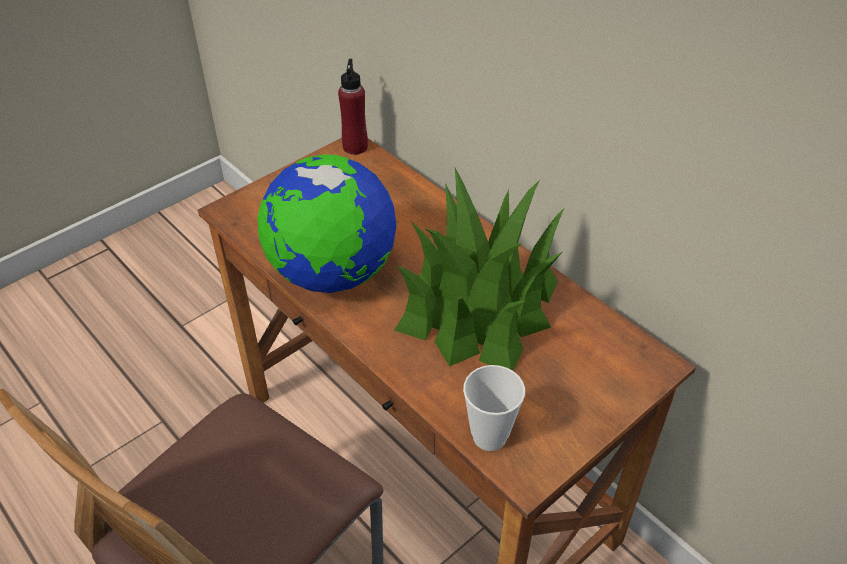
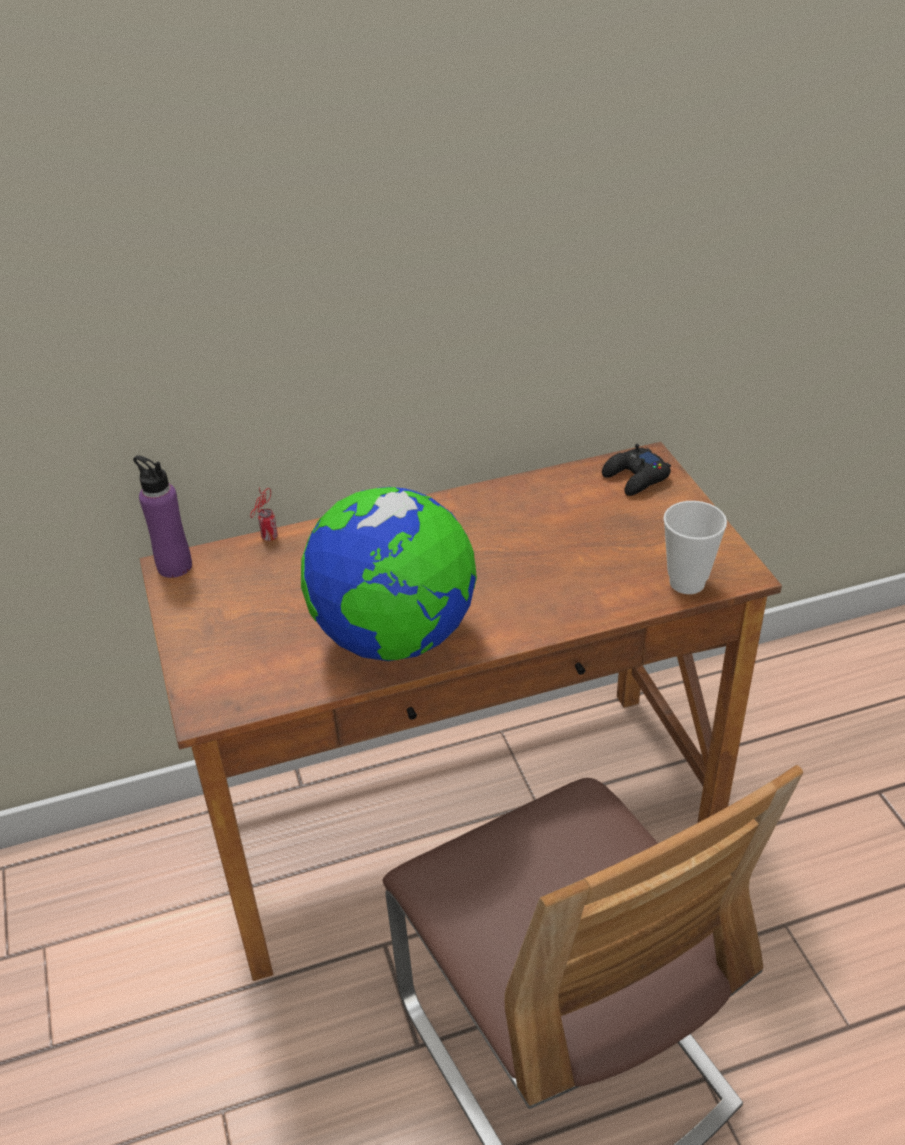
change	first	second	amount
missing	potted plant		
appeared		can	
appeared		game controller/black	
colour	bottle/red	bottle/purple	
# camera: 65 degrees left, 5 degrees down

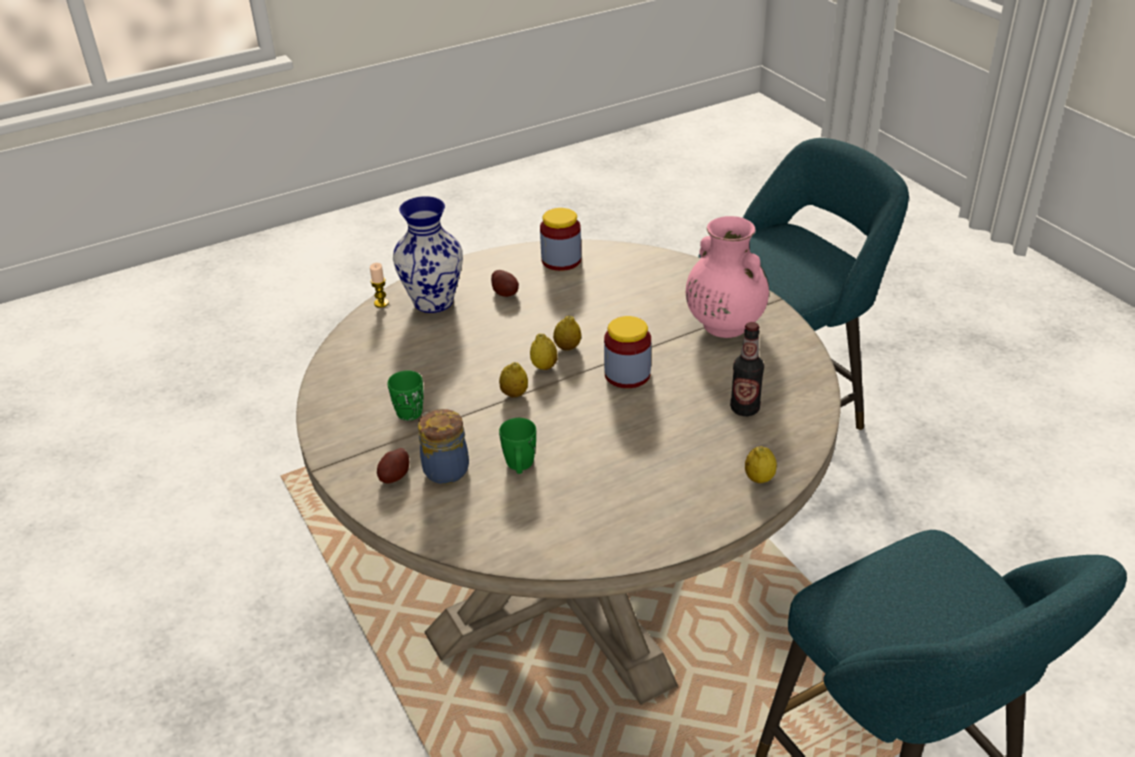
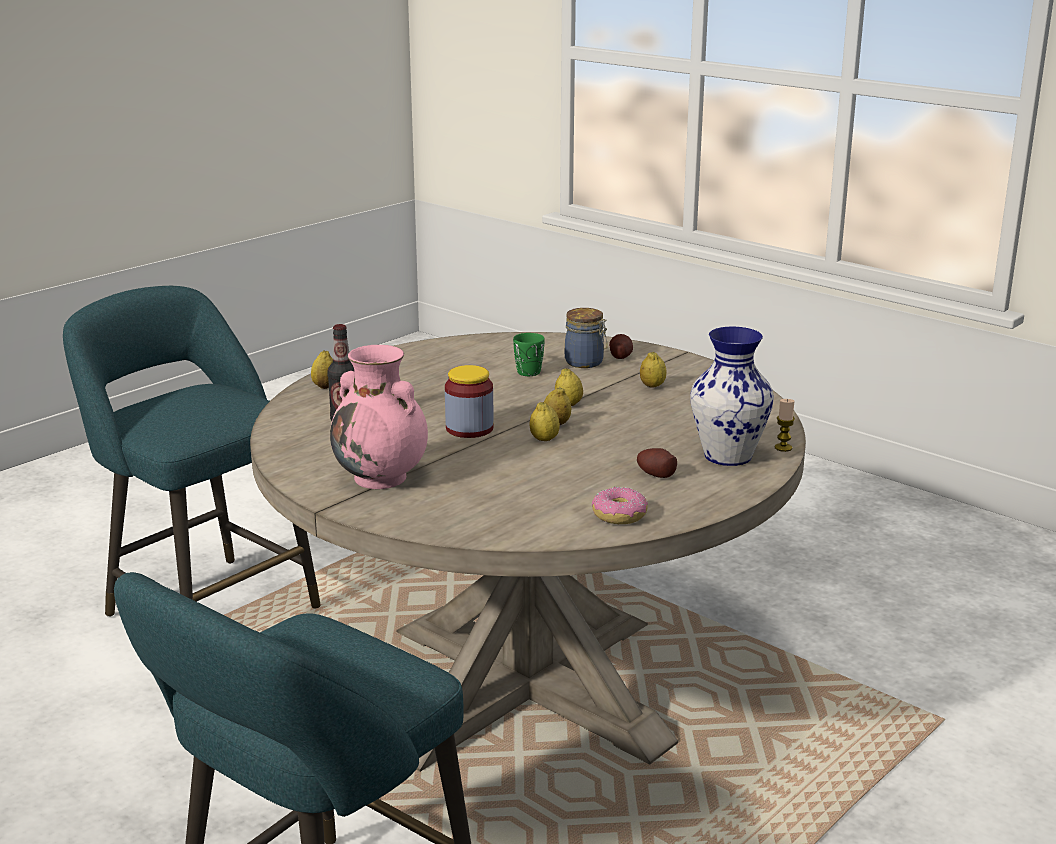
change	first	second	amount
exchanged	mug/green (no. 1 from left)	lemon (no. 5 from left)	
exchanged	jar (no. 2 from left)	donut	
# camera: 160 degrees right, 15 degrees down

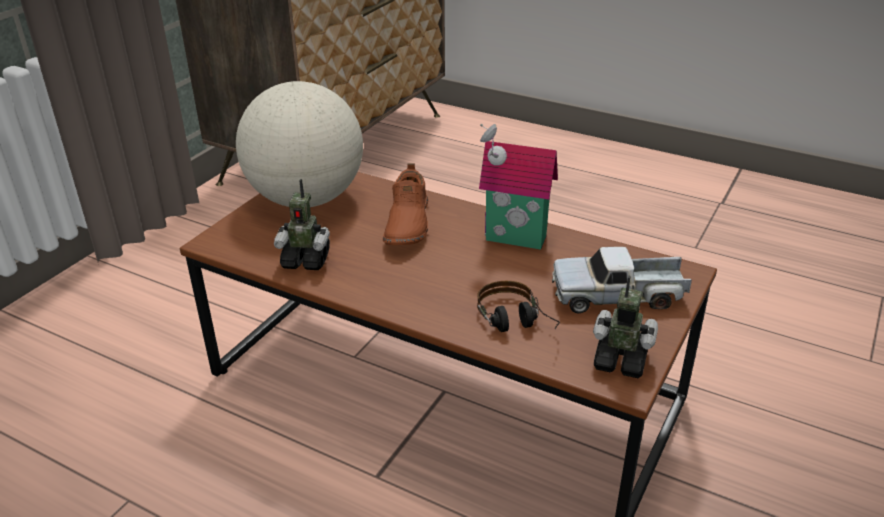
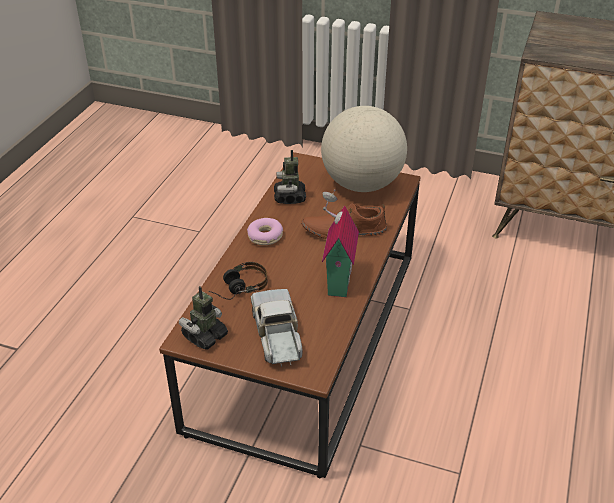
change	first	second	amount
appeared		donut	
spun	toy robot (no. 2 from left in the first image)	toy robot (no. 1 from left)	150 degrees counterclockwise
# camera: 80 degrees right, 5 degrees up

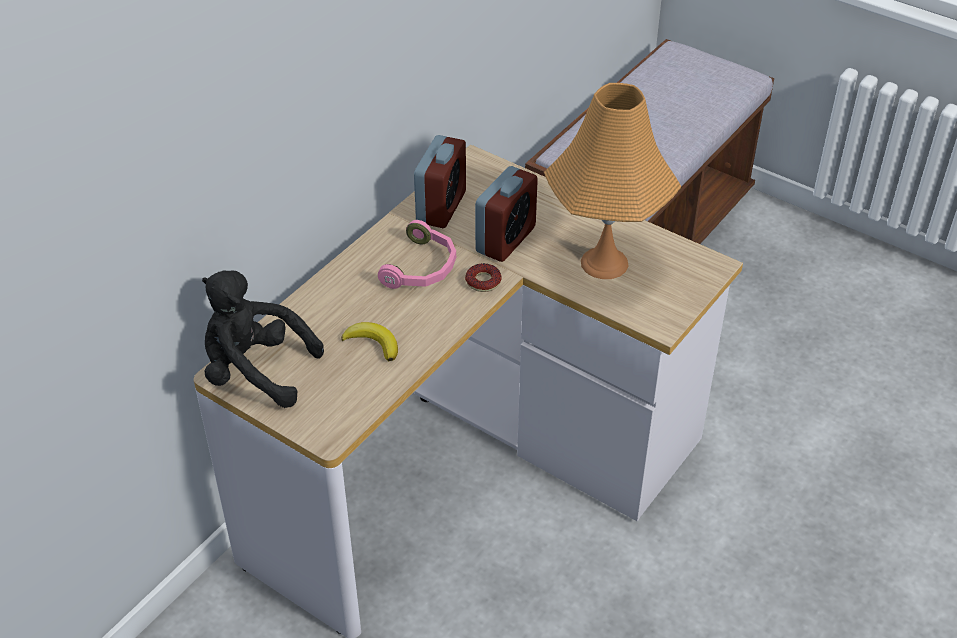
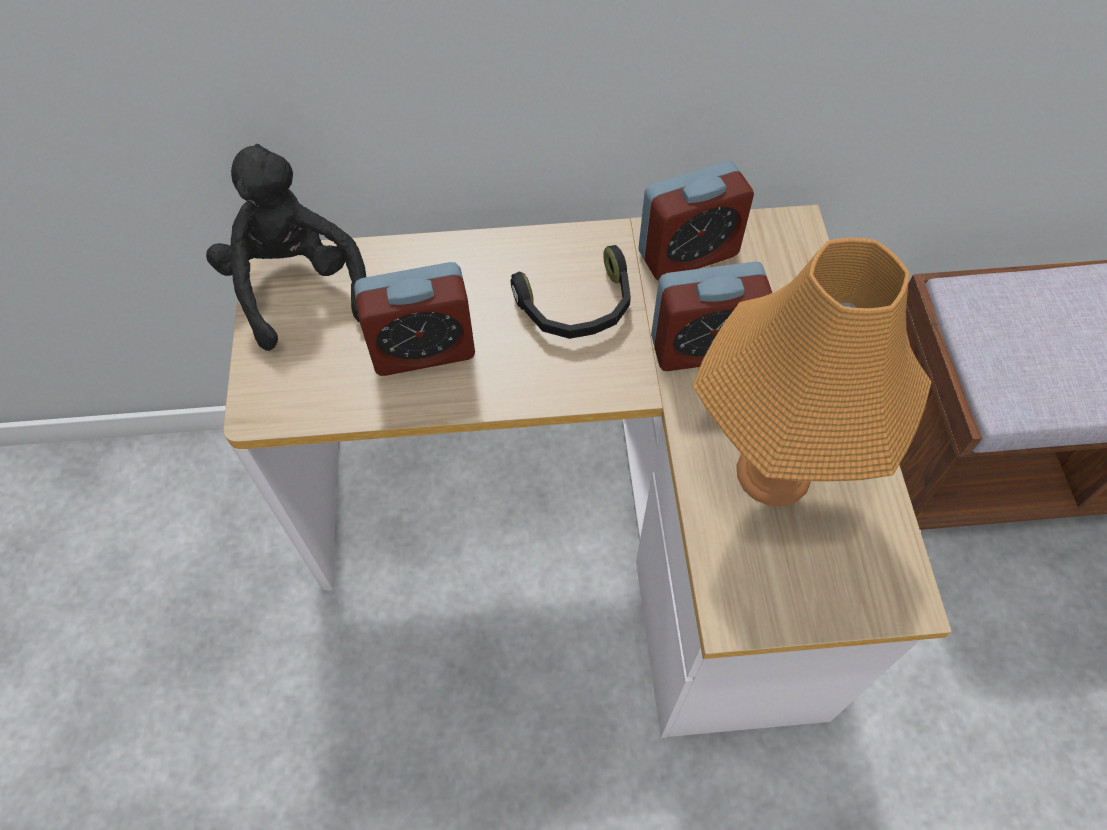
change	first	second	amount
missing	donut		
exchanged	banana	alarm clock (no. 1 from left)	
colour	headphones/pink	headphones/black	
# camera: 50 degrees right, 15 degrees up

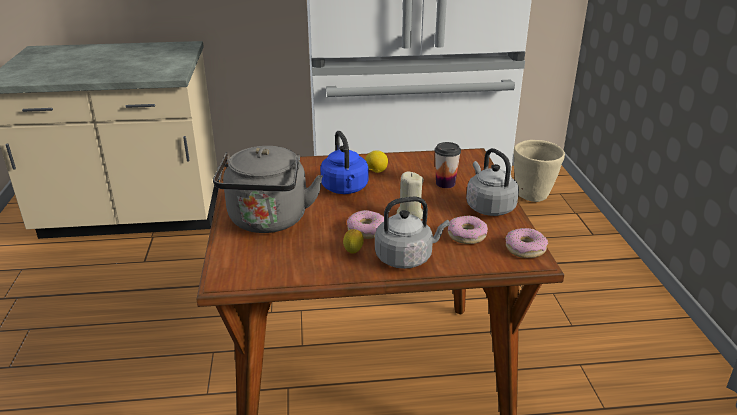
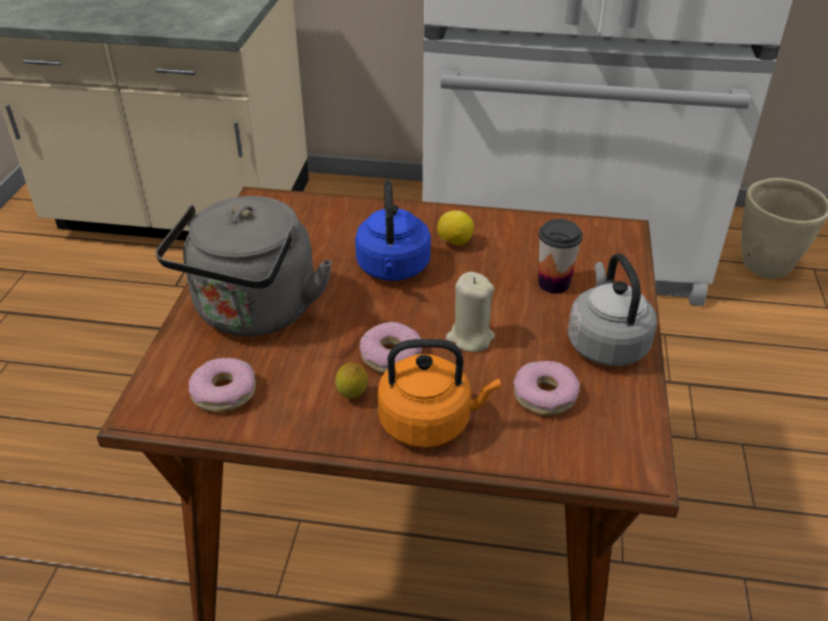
change	first	second	amount
relocated	donut (no. 3 from left in the first image)	donut (no. 1 from left)	
colour	kettle/grey (no. 2 from left)	kettle/orange	
# camera: 15 degrees right, 10 degrees up

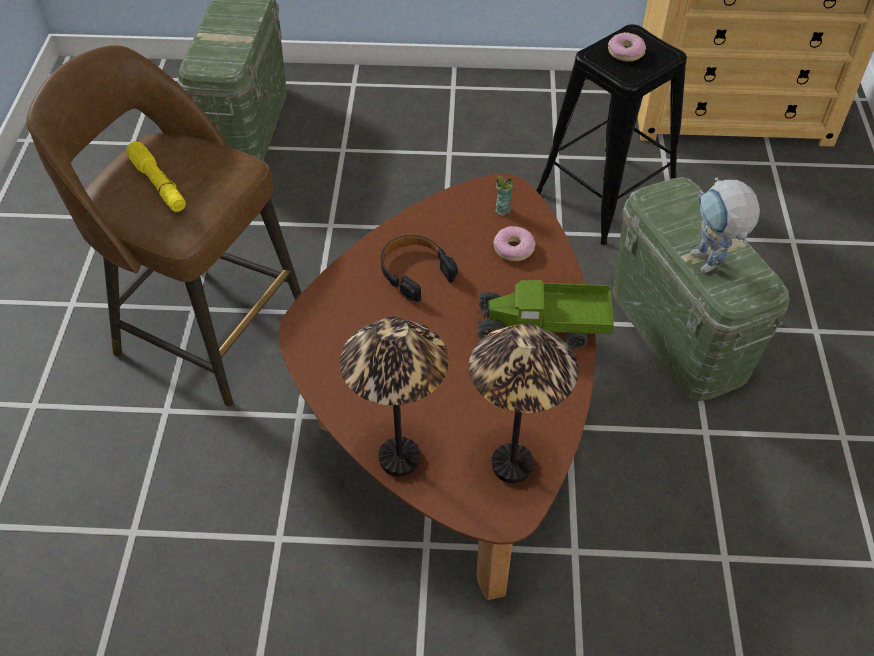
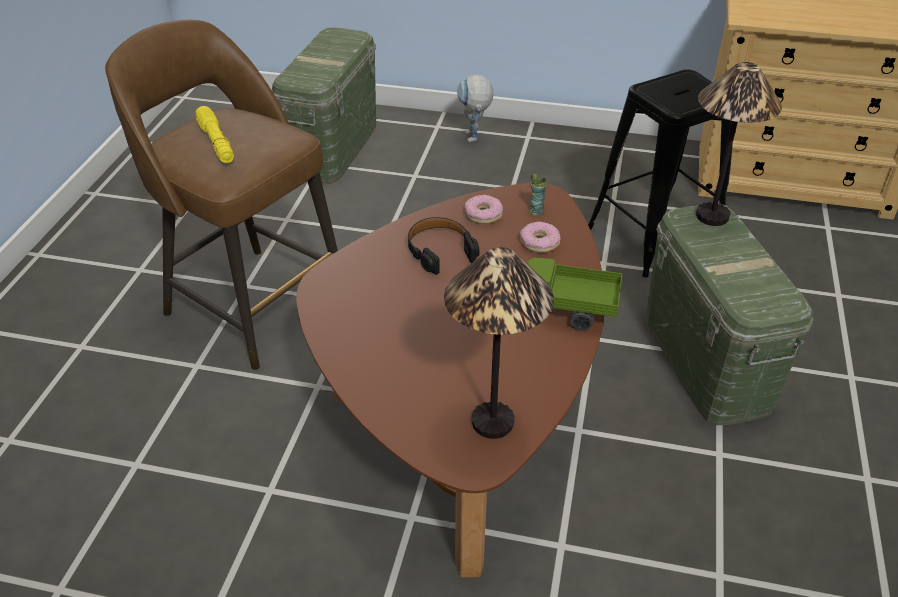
change	first	second	amount
relocated	table lamp (no. 1 from left in the first image)	table lamp (no. 2 from left)	
relocated	donut (no. 2 from left in the first image)	donut (no. 1 from left)	
relocated	toy robot		
# camera: 10 degrees right, 10 degrees down

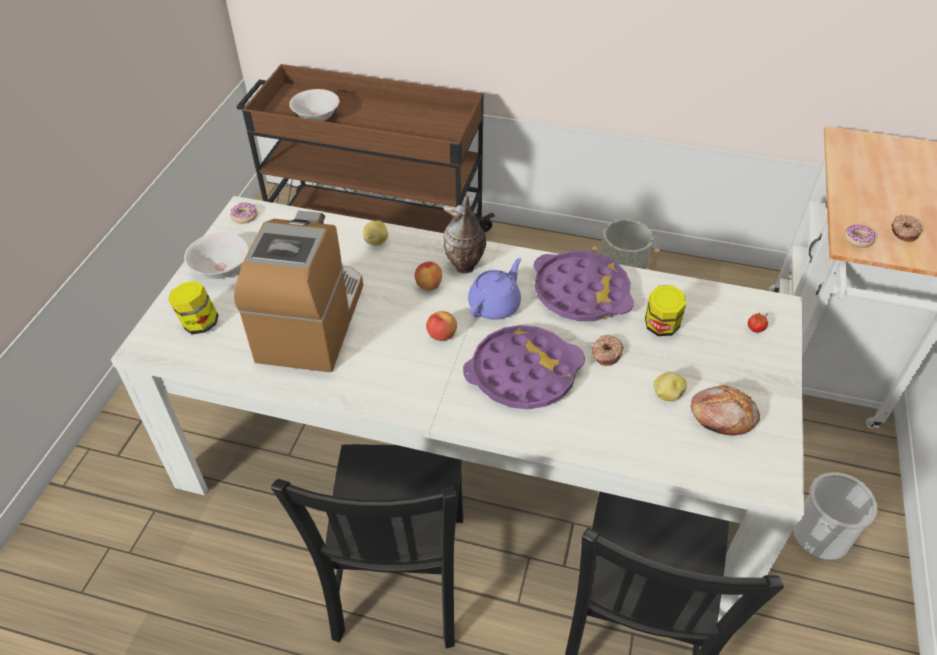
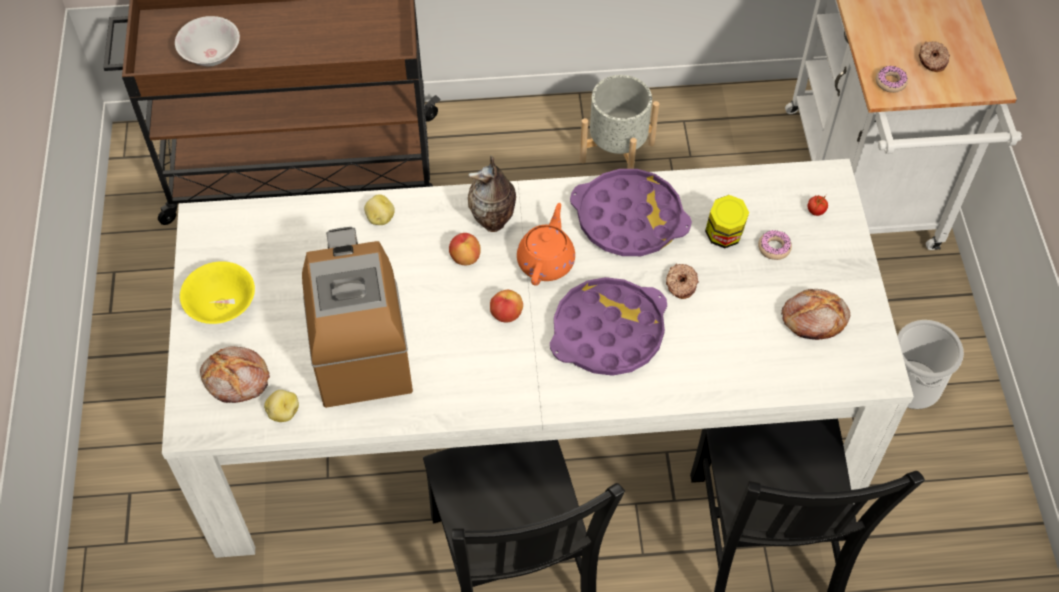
change	first	second	amount
relocated	donut (no. 1 from left in the first image)	donut (no. 2 from left)	
relocated	potato (no. 2 from left in the first image)	potato (no. 1 from left)	
exchanged	jar (no. 1 from left)	bread (no. 1 from left)	
colour	bowl/white (no. 1 from left)	bowl/yellow	
colour	teapot/purple	teapot/orange	
# camera: 20 degrees left, 10 degrees up

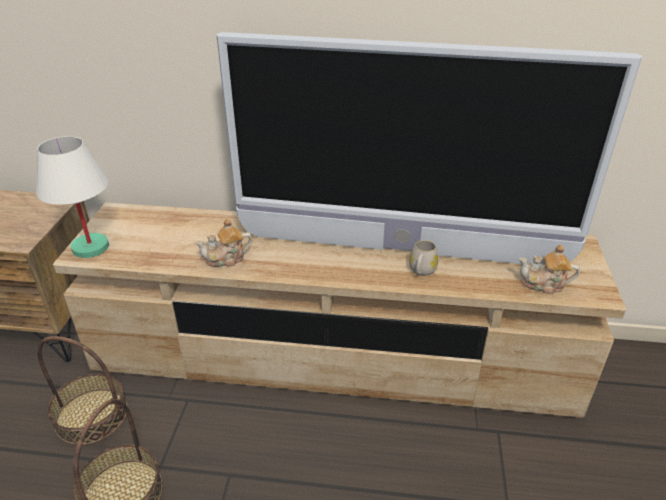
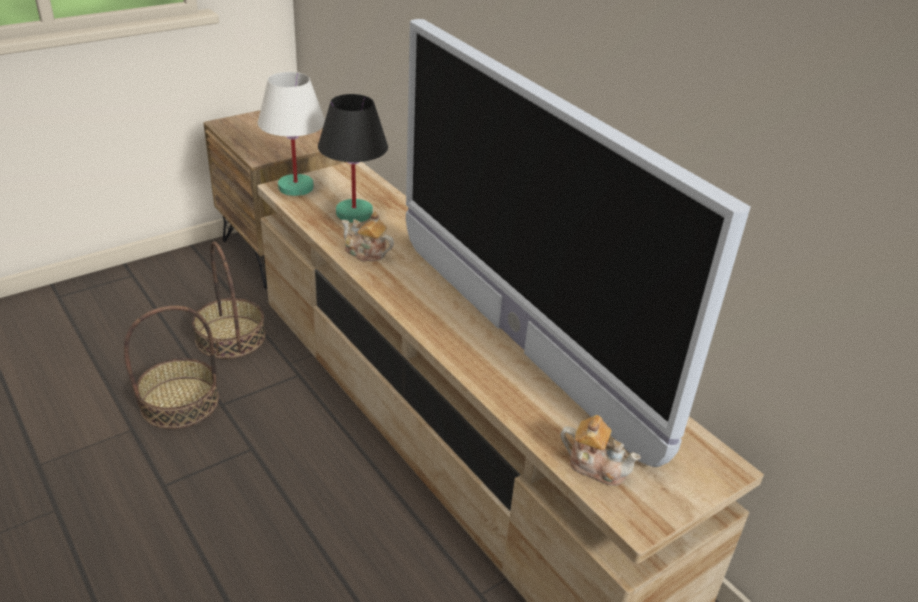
change	first	second	amount
missing	mug/white		
appeared		table lamp/black	
spun	teapot (no. 2 from left)		150 degrees clockwise
# camera: 45 degrees right, 0 degrees up

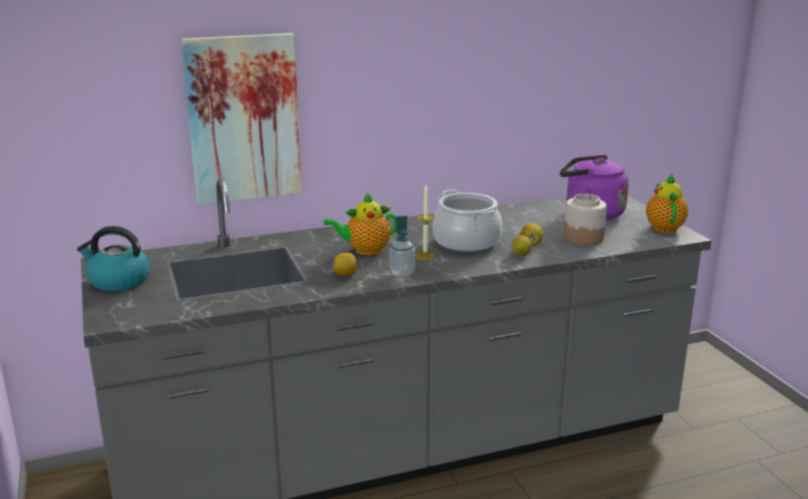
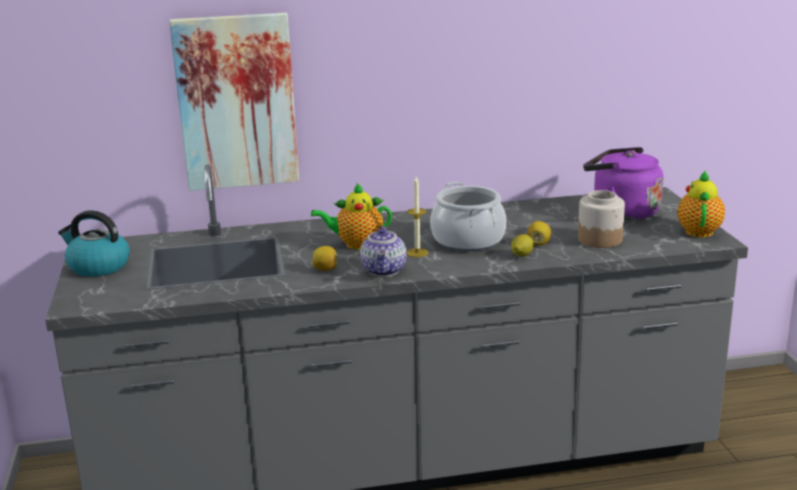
change	first	second	amount
exchanged	soap dispenser	teapot (no. 2 from left)	
# camera: 10 degrees right, 0 degrees up

